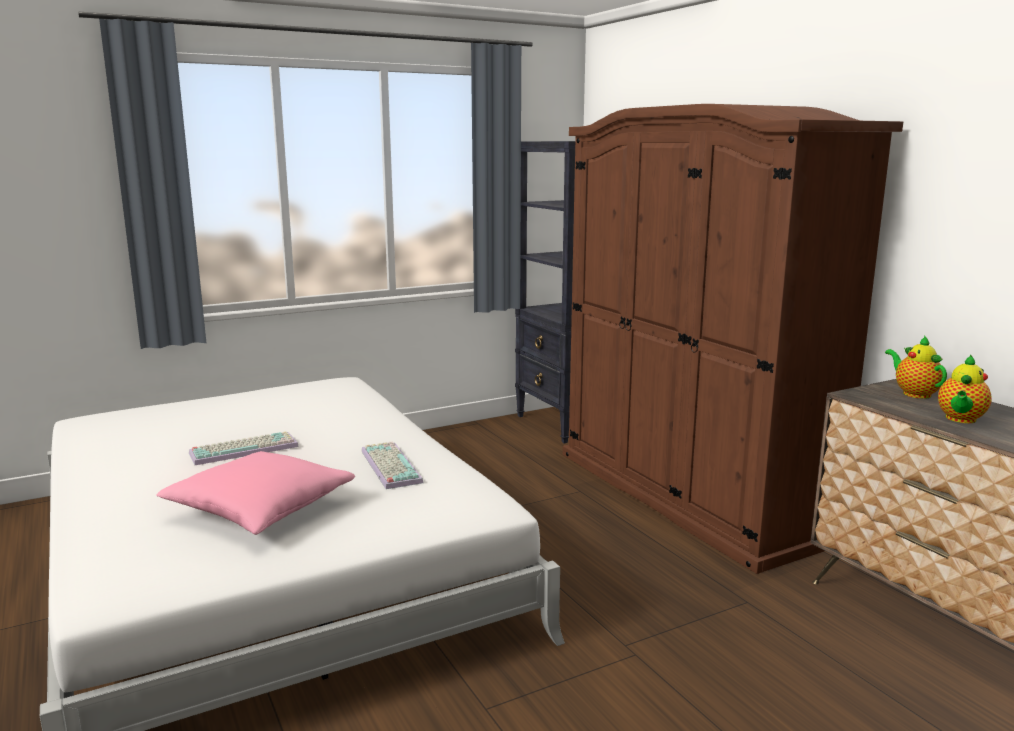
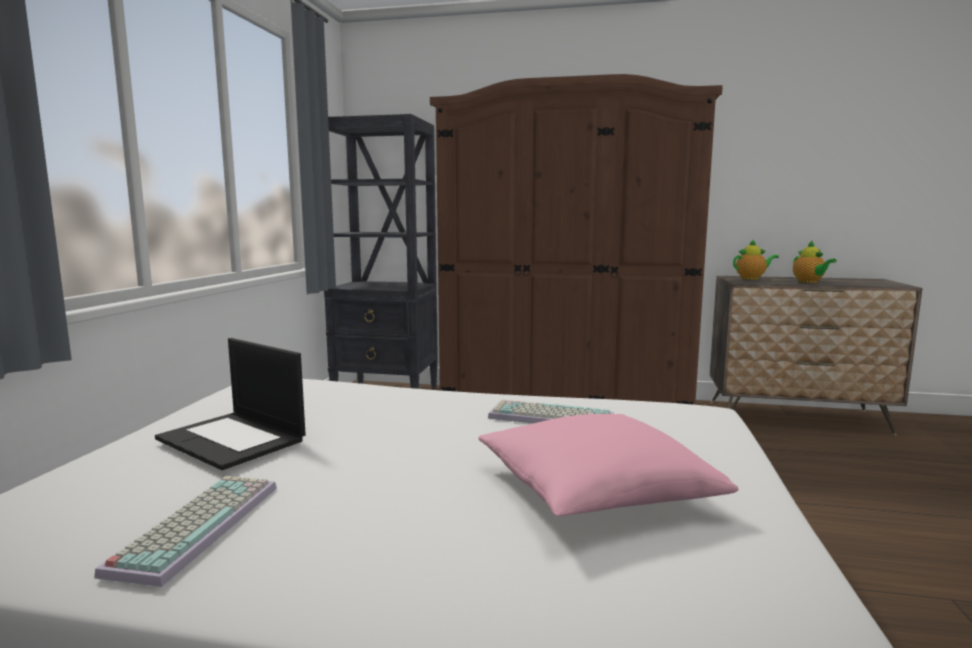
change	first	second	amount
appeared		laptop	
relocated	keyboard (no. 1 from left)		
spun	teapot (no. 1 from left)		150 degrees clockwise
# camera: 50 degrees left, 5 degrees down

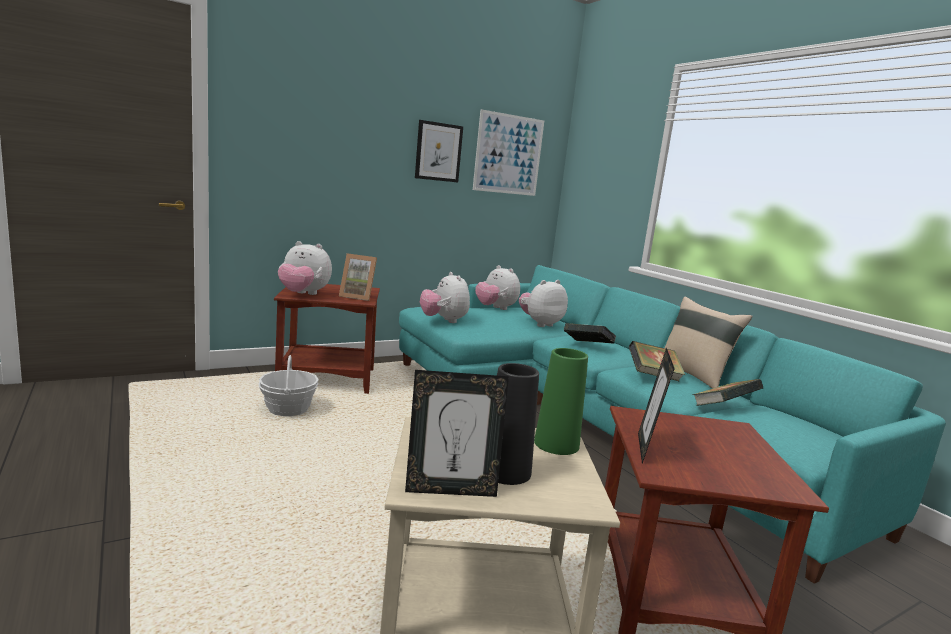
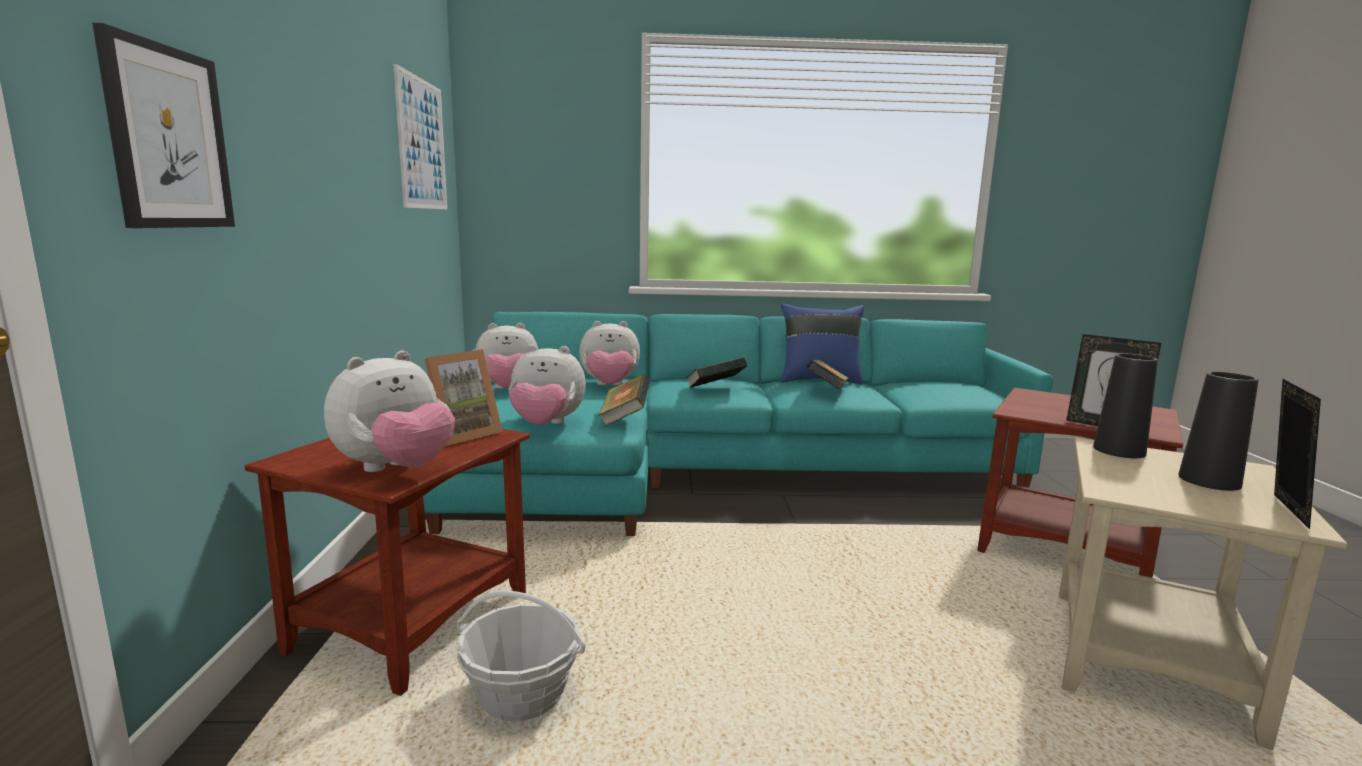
change	first	second	amount
relocated	picture (no. 1 from left)		
relocated	book (no. 3 from left in the first image)	book (no. 1 from left)	
colour	vase/green	vase/black (no. 1 from left)	
colour	pillow/beige	pillow/blue	
spun	plush toy (no. 4 from left)		90 degrees counterclockwise
# camera: 60 degrees left, 0 degrees up

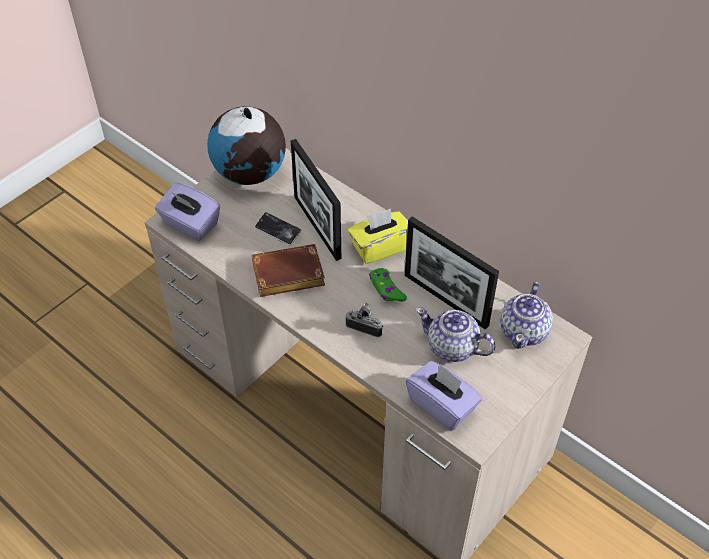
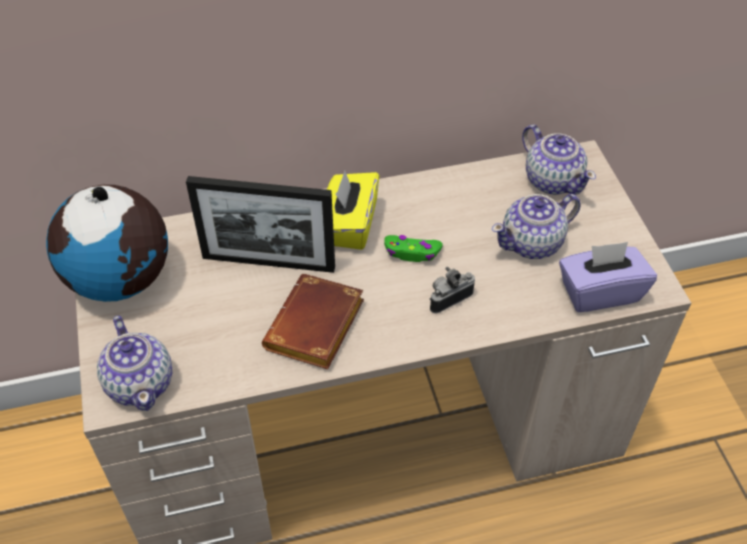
change	first	second	amount
missing	phone		
missing	picture frame (no. 2 from left)		
exchanged	tissue box/purple (no. 1 from left)	teapot (no. 1 from left)	
# camera: 55 degrees left, 0 degrees up

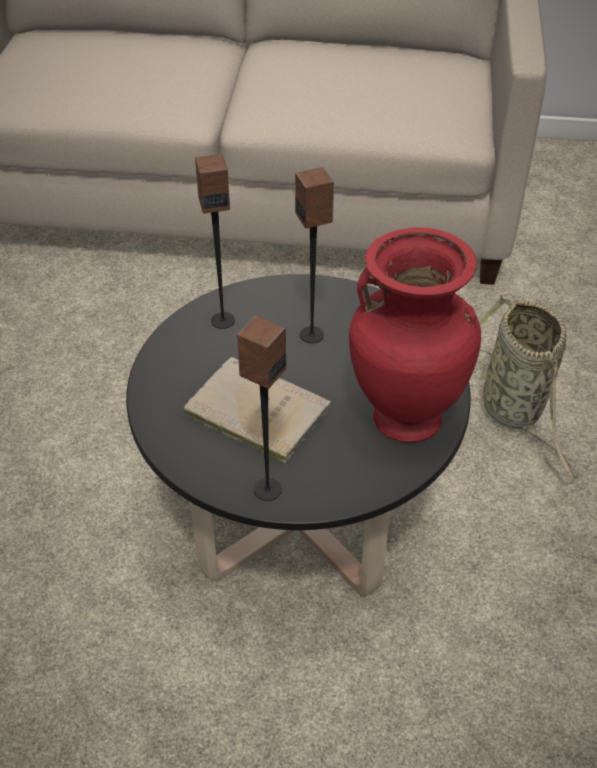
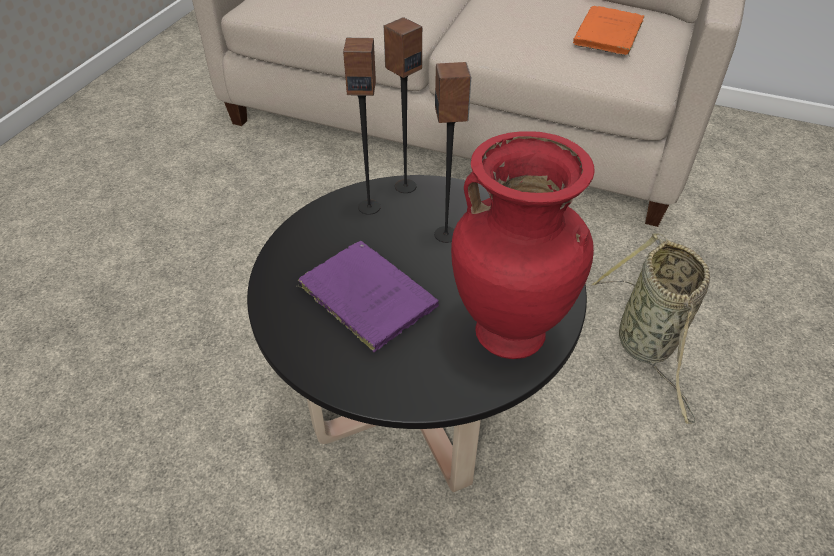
change	first	second	amount
appeared		book/orange	
relocated	speaker (no. 2 from left)		
colour	book/beige	book/purple	
# camera: 15 degrees right, 0 degrees up

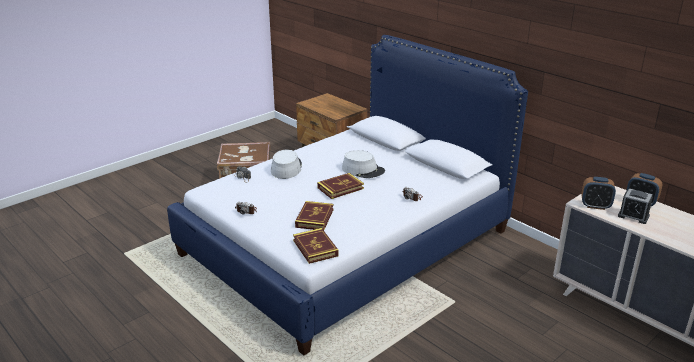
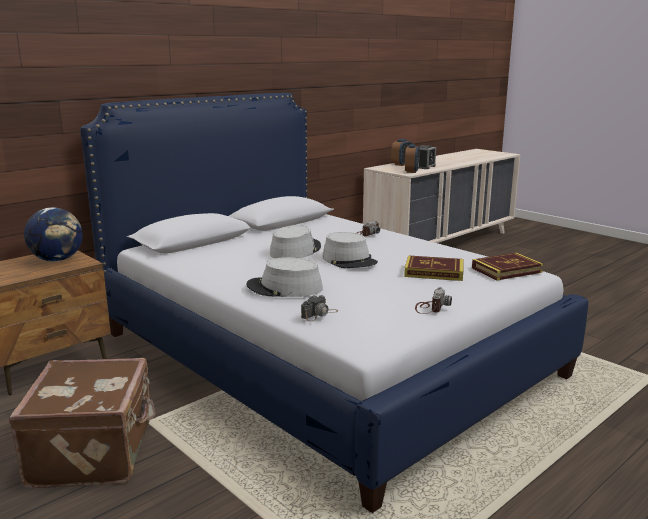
change	first	second	amount
appeared		globe	
exchanged	book (no. 3 from left)	hat/grey (no. 3 from left)	
# camera: 90 degrees left, 10 degrees down

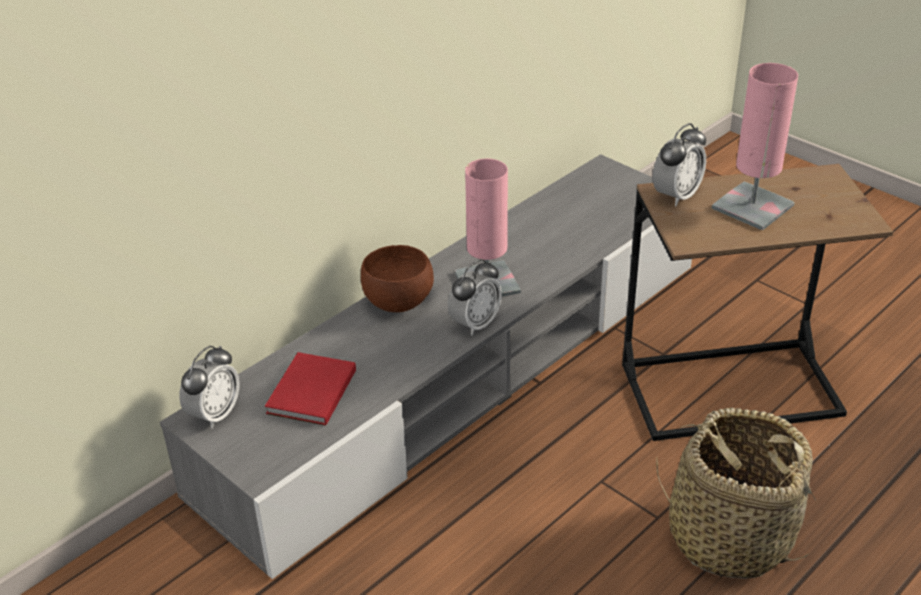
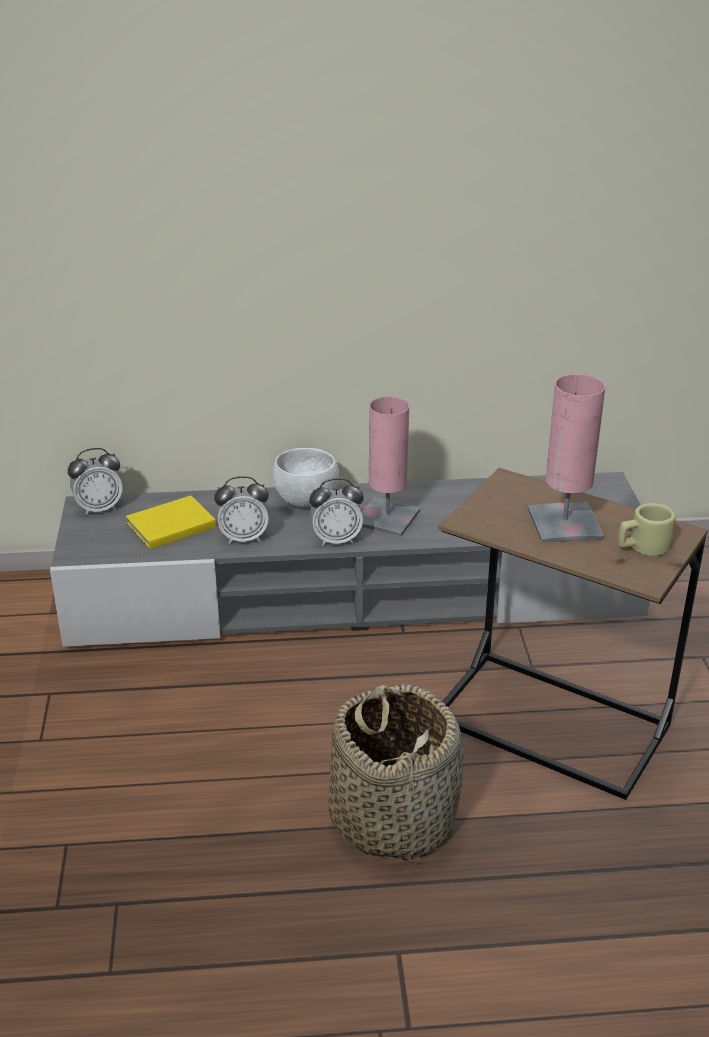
change	first	second	amount
appeared		mug/beige	
relocated	alarm clock (no. 3 from left in the first image)	alarm clock (no. 2 from left)	
colour	book/red	book/yellow	
colour	bowl/brown	bowl/white	
# camera: 40 degrees right, 5 degrees down

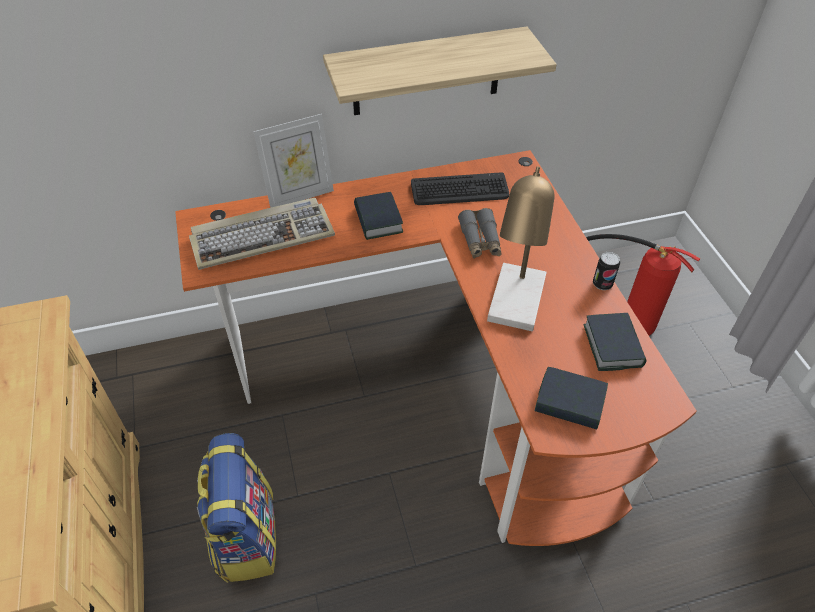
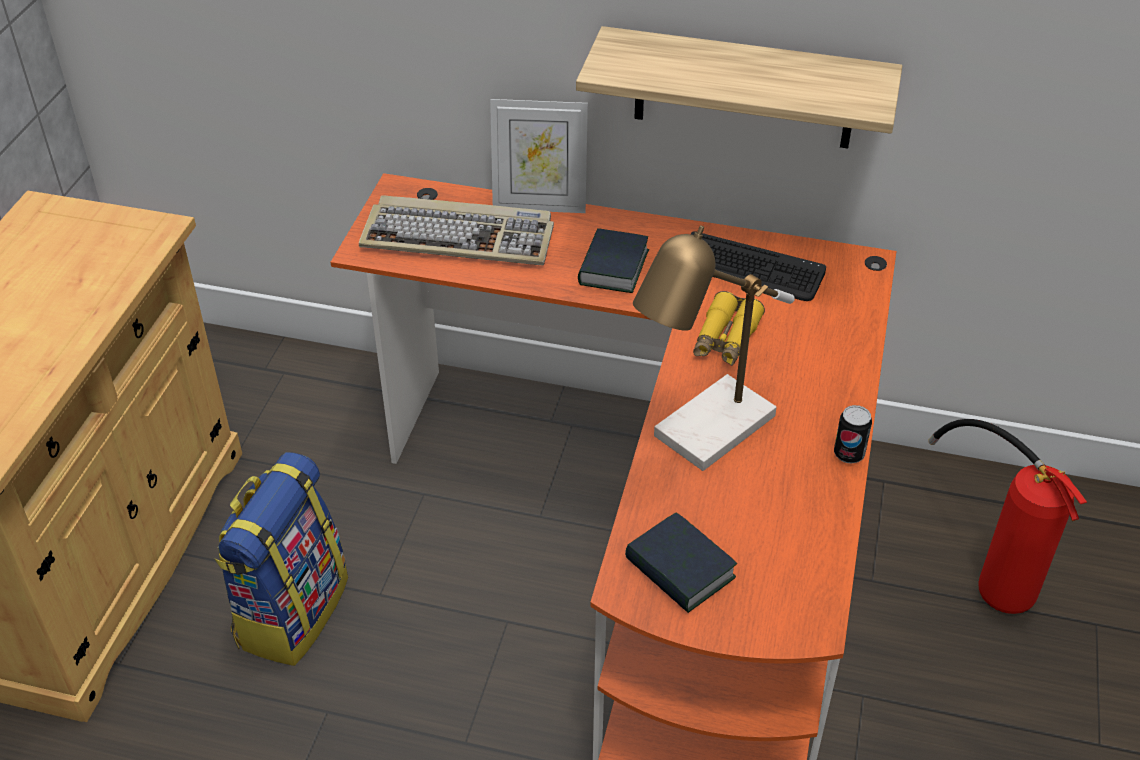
change	first	second	amount
missing	book (no. 3 from left)		
colour	binoculars/grey	binoculars/yellow	
# camera: 30 degrees right, 5 degrees down

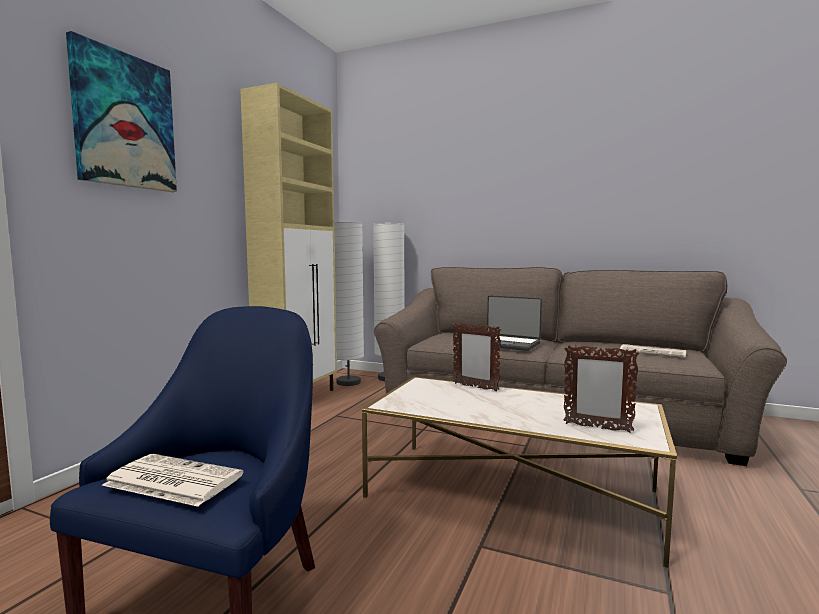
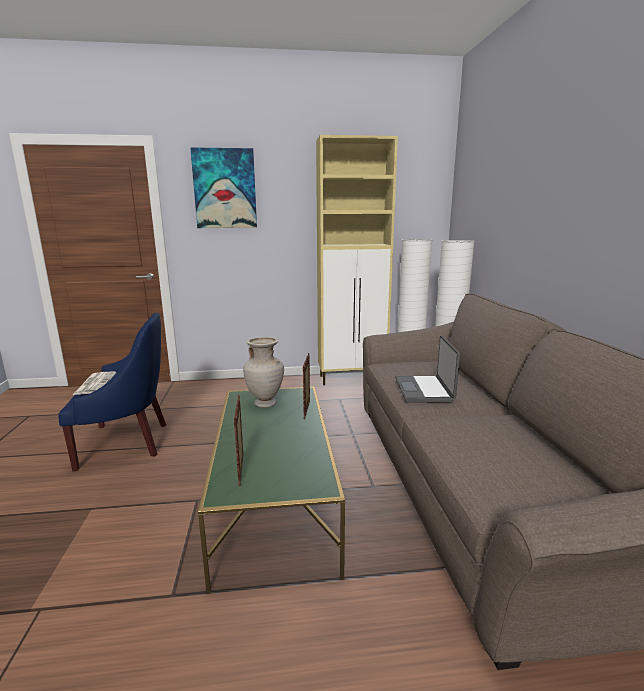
change	first	second	amount
missing	newspaper (no. 2 from left)		
appeared		vase/beige	
colour	coffee table/white	coffee table/green	
# camera: 60 degrees right, 10 degrees up

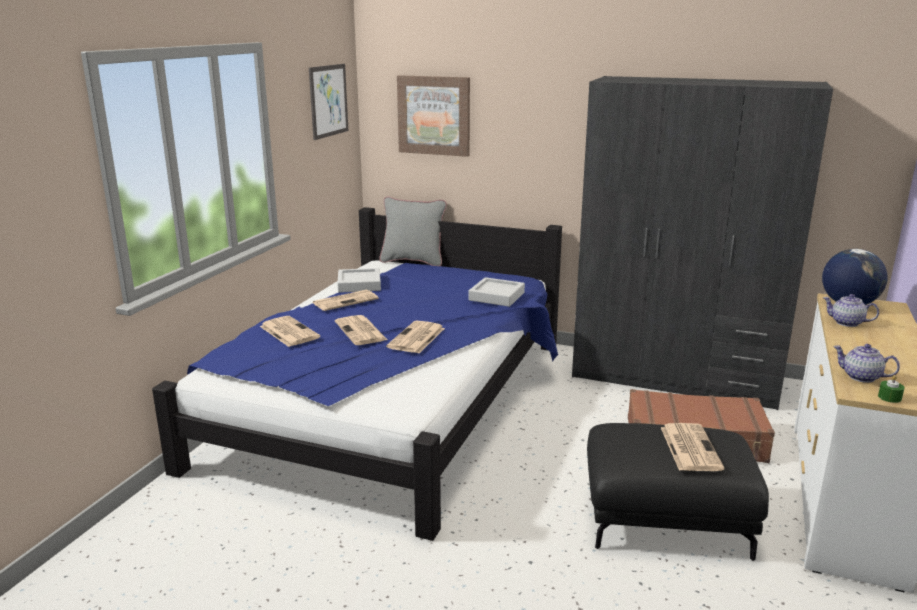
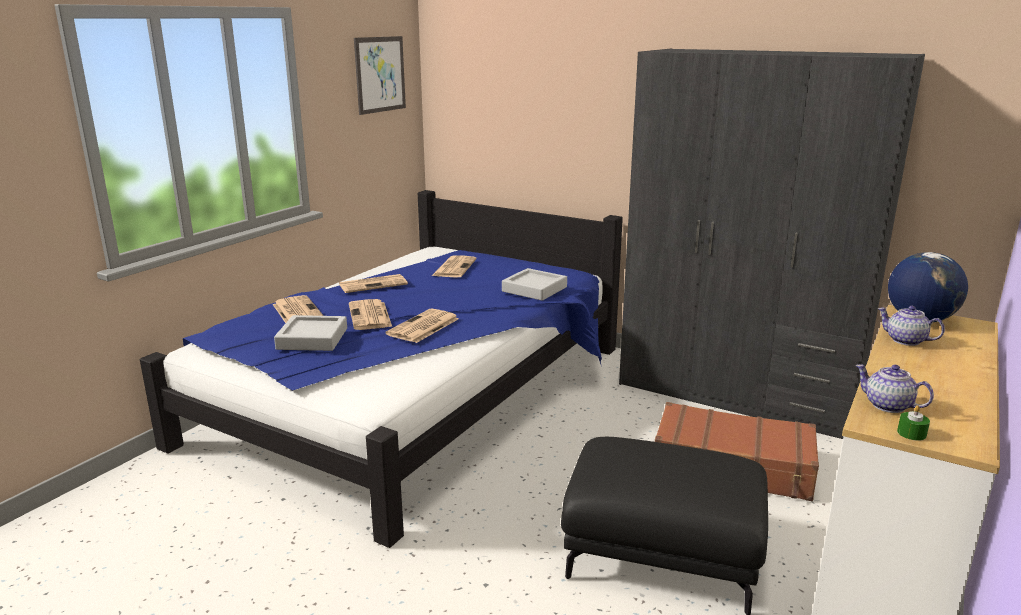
change	first	second	amount
missing	pillow/grey		
missing	picture (no. 2 from left)		
relocated	tray/grey (no. 1 from left)		
relocated	newspaper (no. 5 from left)		
# camera: 10 degrees right, 0 degrees up

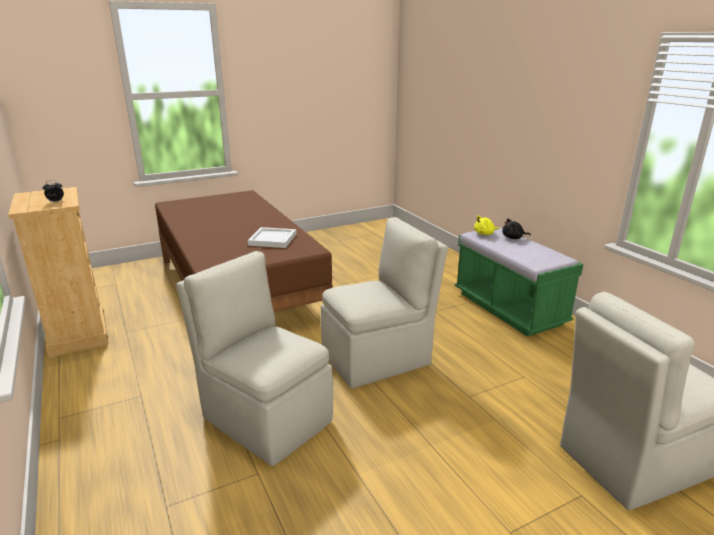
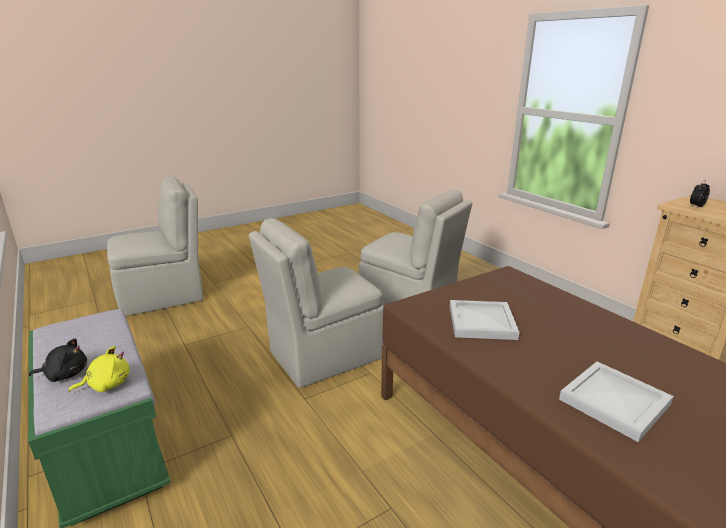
change	first	second	amount
appeared		tray/white (no. 2 from left)	
# camera: 175 degrees right, 0 degrees up

